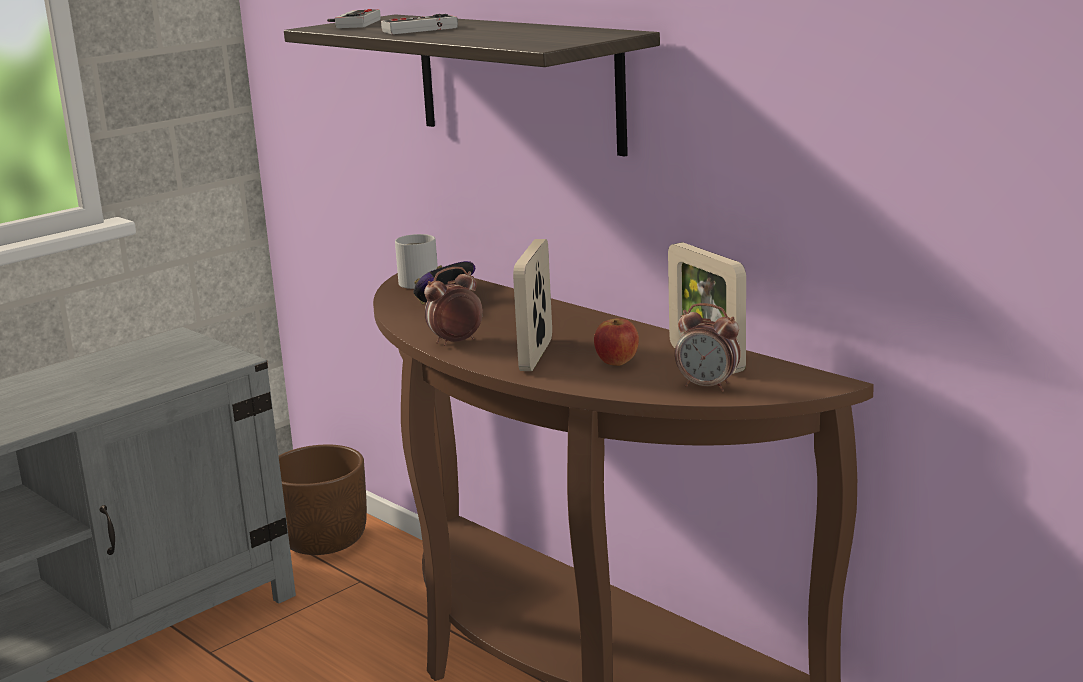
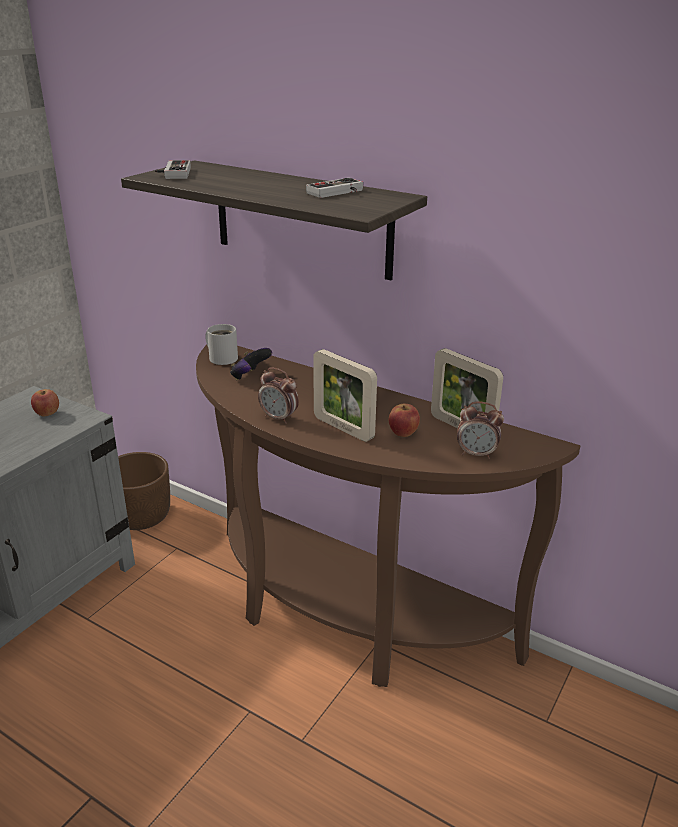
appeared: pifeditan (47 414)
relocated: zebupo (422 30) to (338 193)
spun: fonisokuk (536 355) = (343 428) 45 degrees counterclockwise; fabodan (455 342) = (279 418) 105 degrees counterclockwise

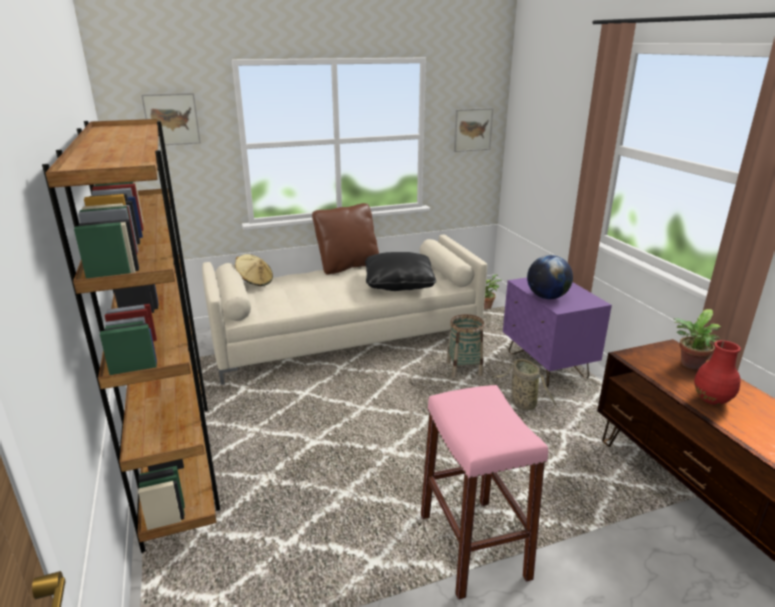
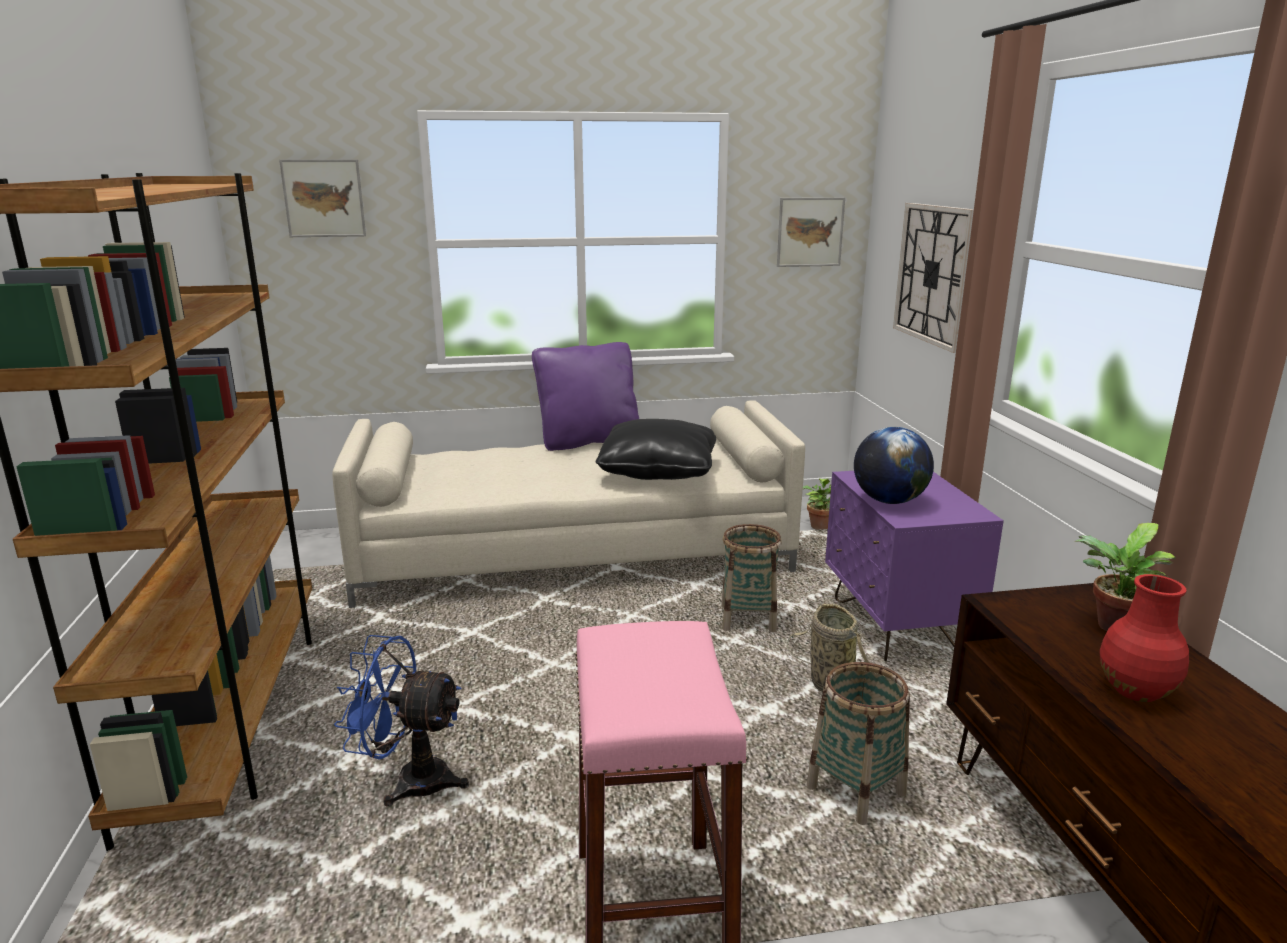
missing: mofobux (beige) (255 281)
appeared: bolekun (933 274); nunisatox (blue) (410 780); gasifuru (855 791)
colour: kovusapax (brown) (347 266) to kovusapax (purple) (588 441)

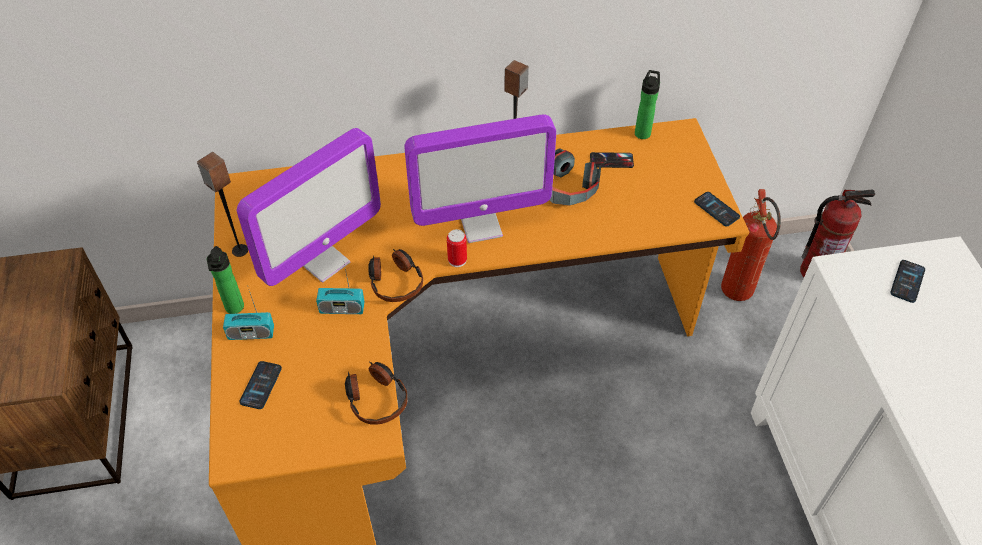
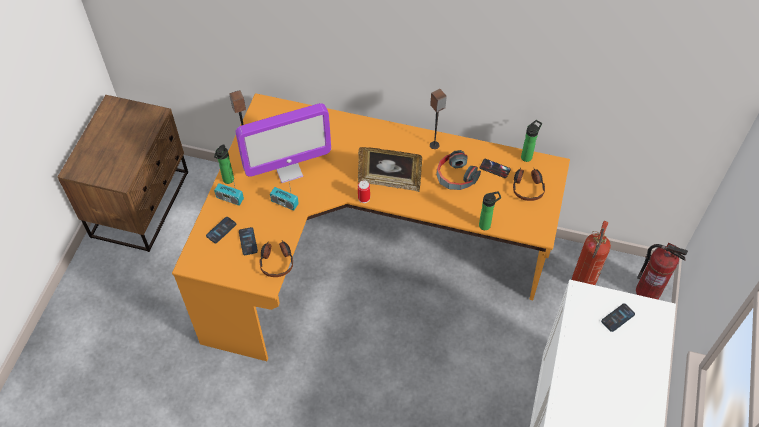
appeared: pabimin (486 225)
relocated: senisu (716 209) to (248 241); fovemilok (395 281) to (527 187)
exchanged: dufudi (481 226) to fonisokuk (389 182)

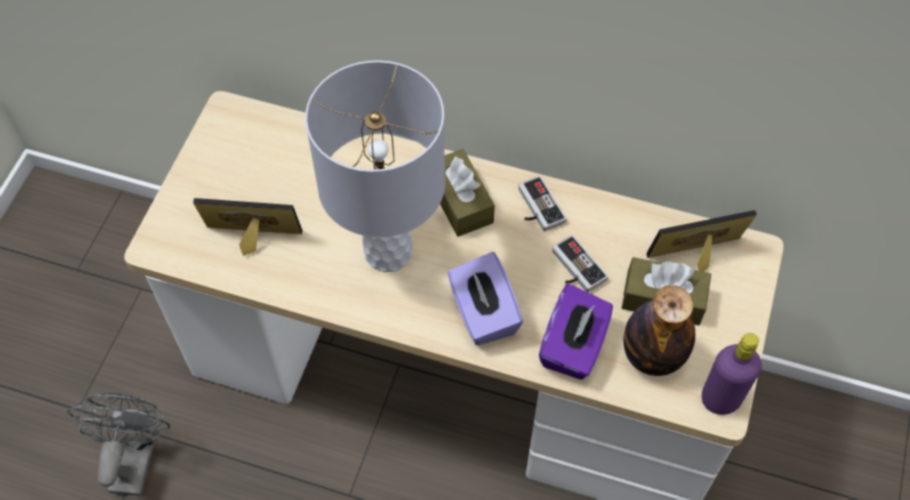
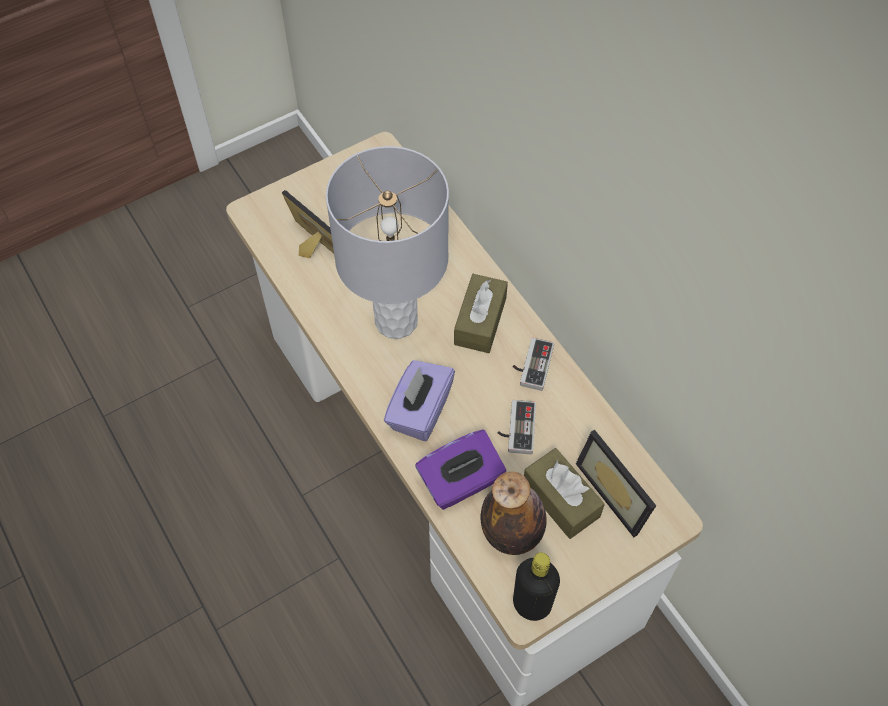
missing: nunisatox (grey) (134 459)
colour: pabimin (purple) (720 399) to pabimin (black) (532 604)
spun: fonisokuk (698 259) = (618 491) 150 degrees counterclockwise

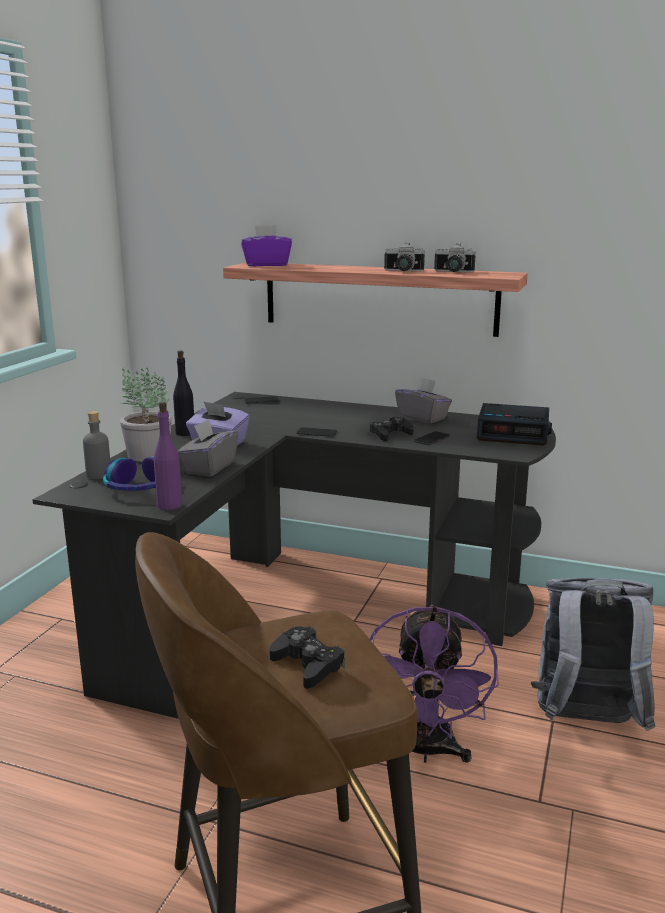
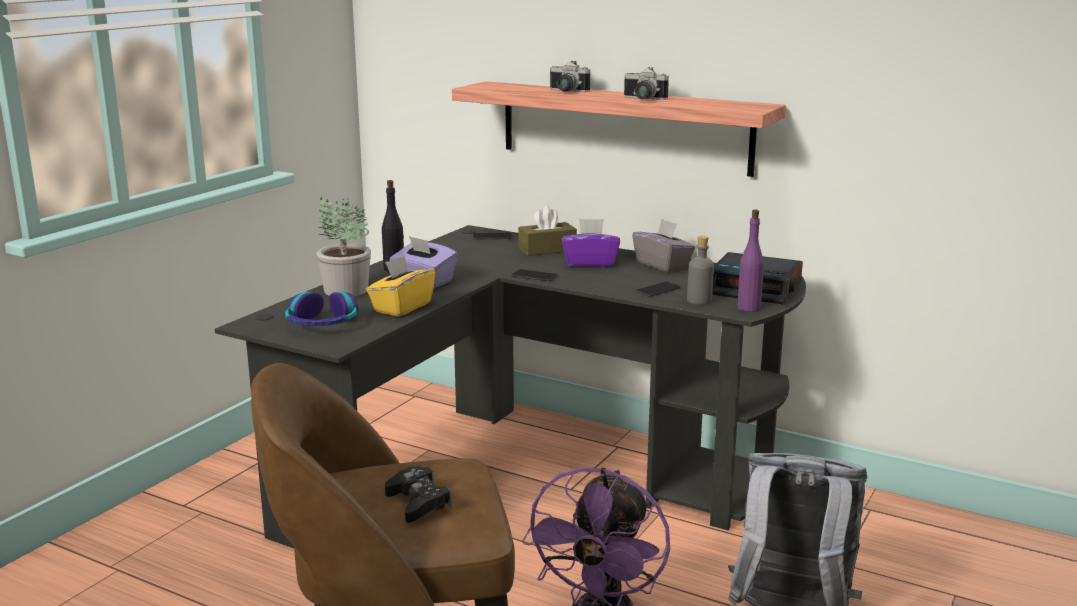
missing: zebupo (black) (390 434)
appeared: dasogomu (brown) (547 249)
relocated: dasogomu (purple) (266 265) to (590 263); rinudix (452 272) to (566 91); pabimin (purple) (170 505) to (749 308); pabimin (grey) (98 474) to (699 300)
colour: dasogomu (grey) (209 468) to dasogomu (yellow) (402 307)

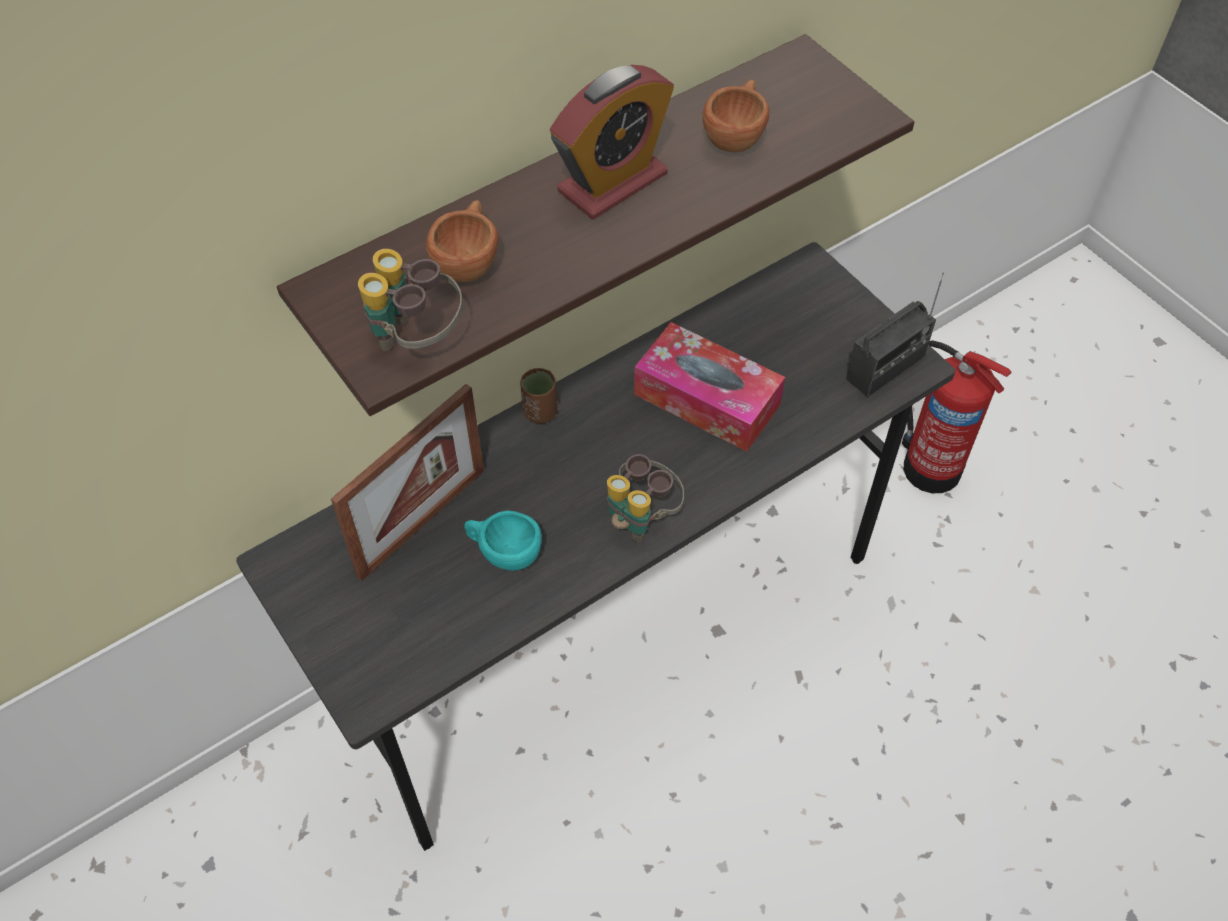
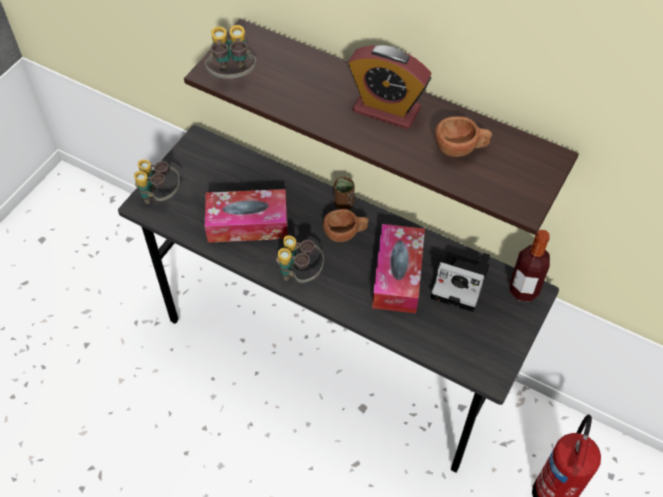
missing: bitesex (885 368); fonisokuk (422 522)
appeared: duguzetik (160 196); pabimin (523 290); rinudix (462 283)
relocated: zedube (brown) (468 261) to (345 234)
exchanged: zedube (turquoise) (503 552) to dasogomu (247 223)

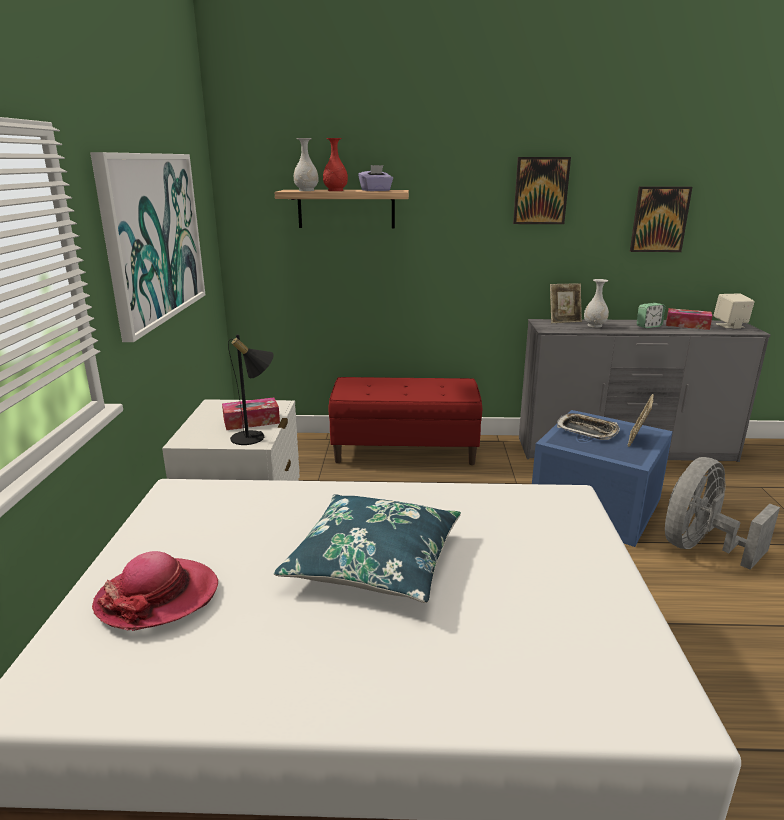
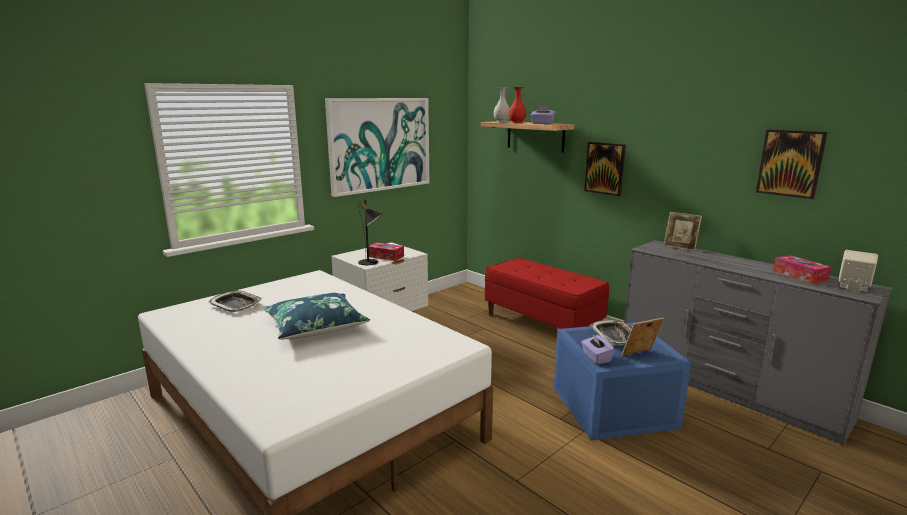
missing: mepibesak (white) (595 325); fabodan (649 326); nunisatox (grey) (701 547)
appeared: dasogomu (purple) (596 358)
relocated: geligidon (541 191) to (605 168)
exchanged: mofobux (158 597) to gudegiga (236 305)

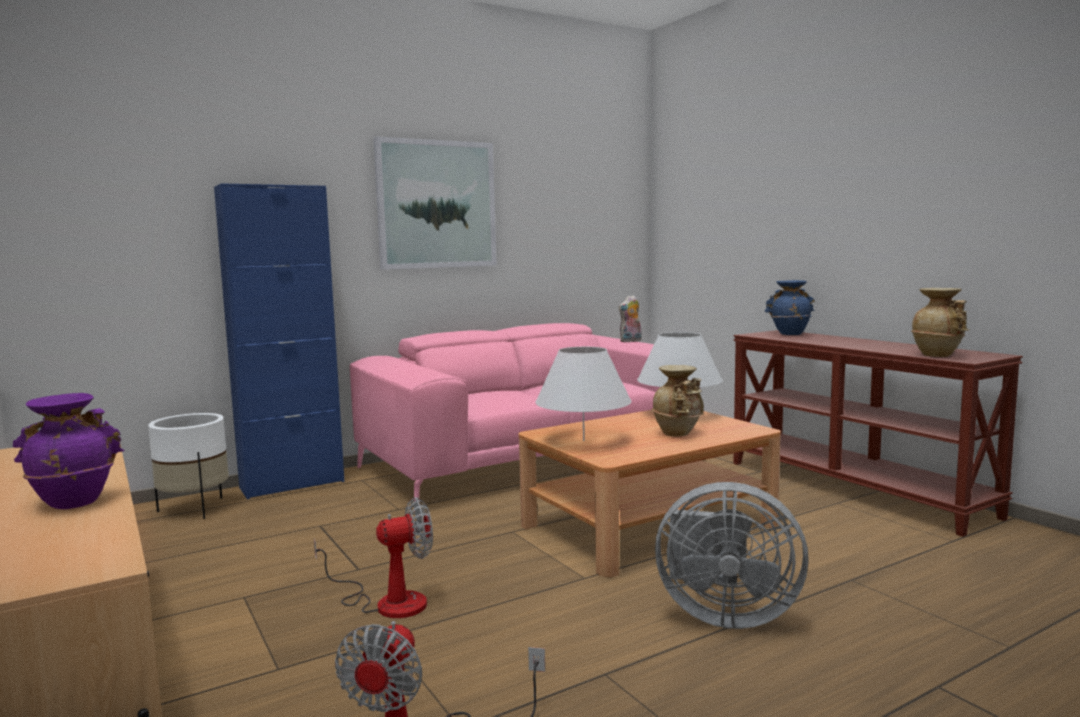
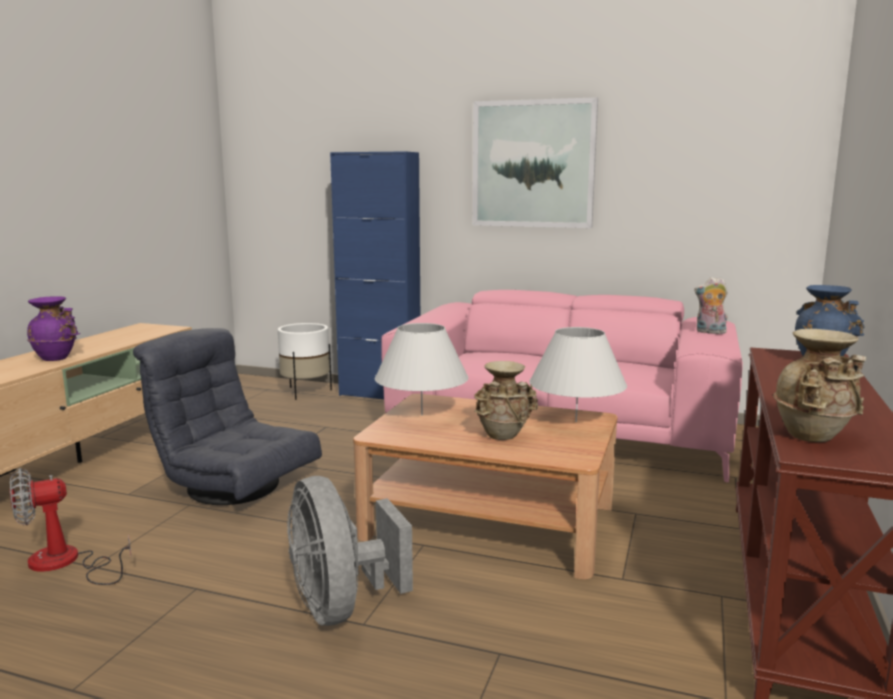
exchanged: nunisatox (387 602) to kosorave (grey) (236 487)

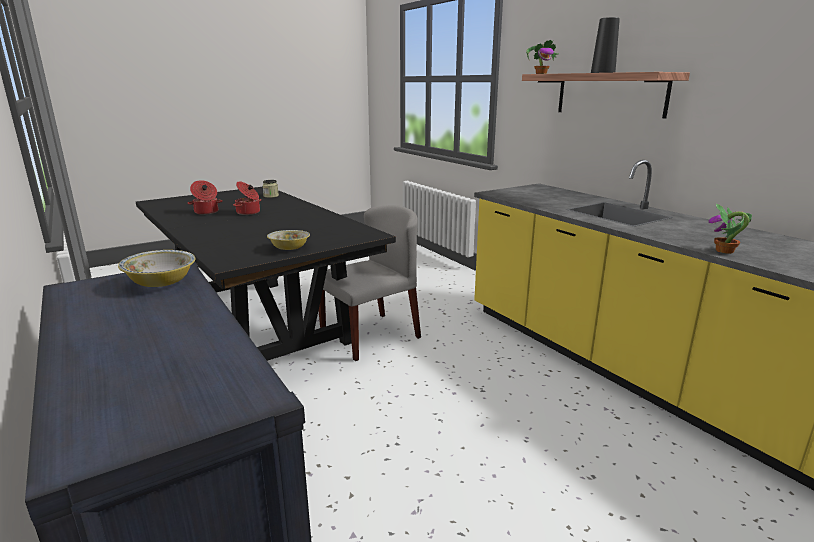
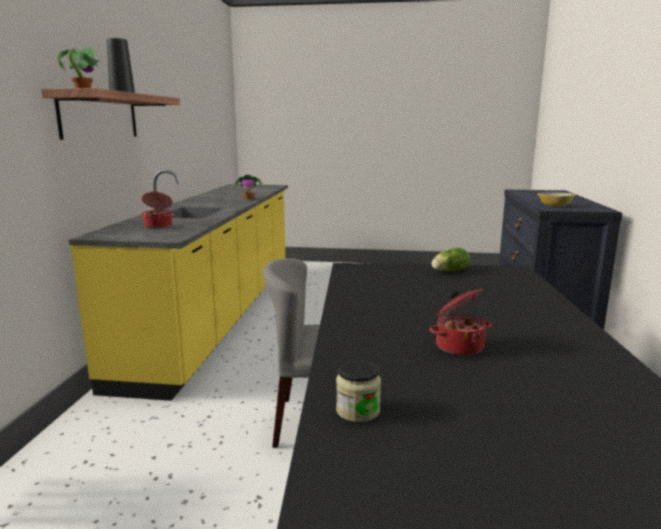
relocated: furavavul (206 212) to (159 226)
exchanged: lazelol (289 248) to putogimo (448 271)

